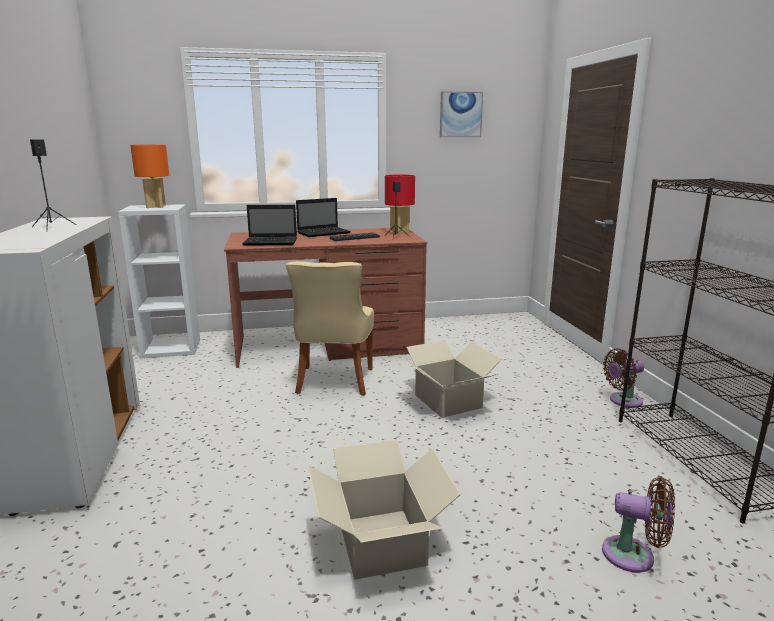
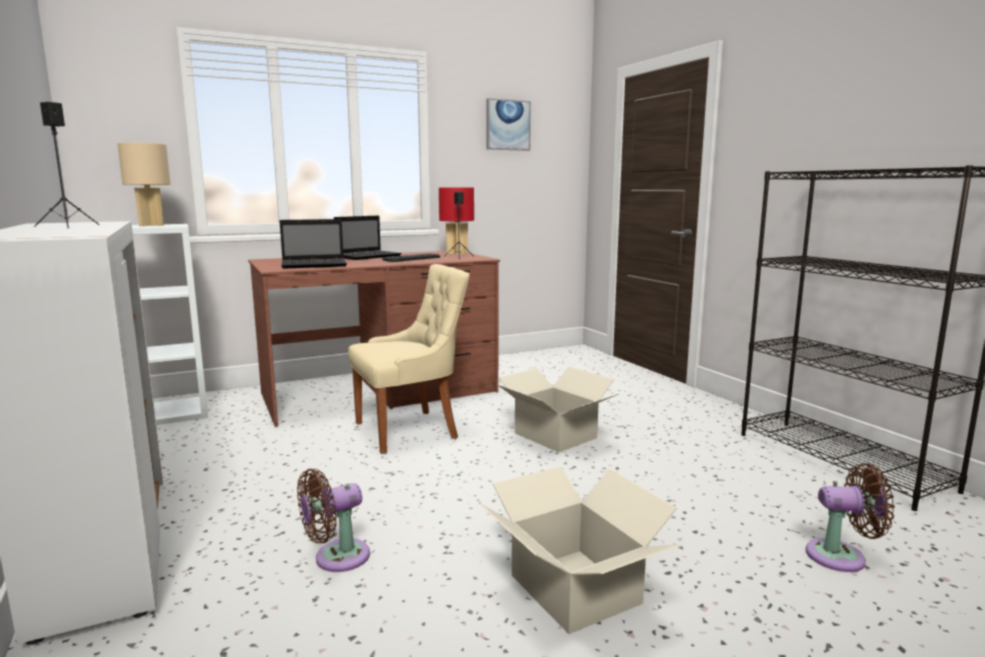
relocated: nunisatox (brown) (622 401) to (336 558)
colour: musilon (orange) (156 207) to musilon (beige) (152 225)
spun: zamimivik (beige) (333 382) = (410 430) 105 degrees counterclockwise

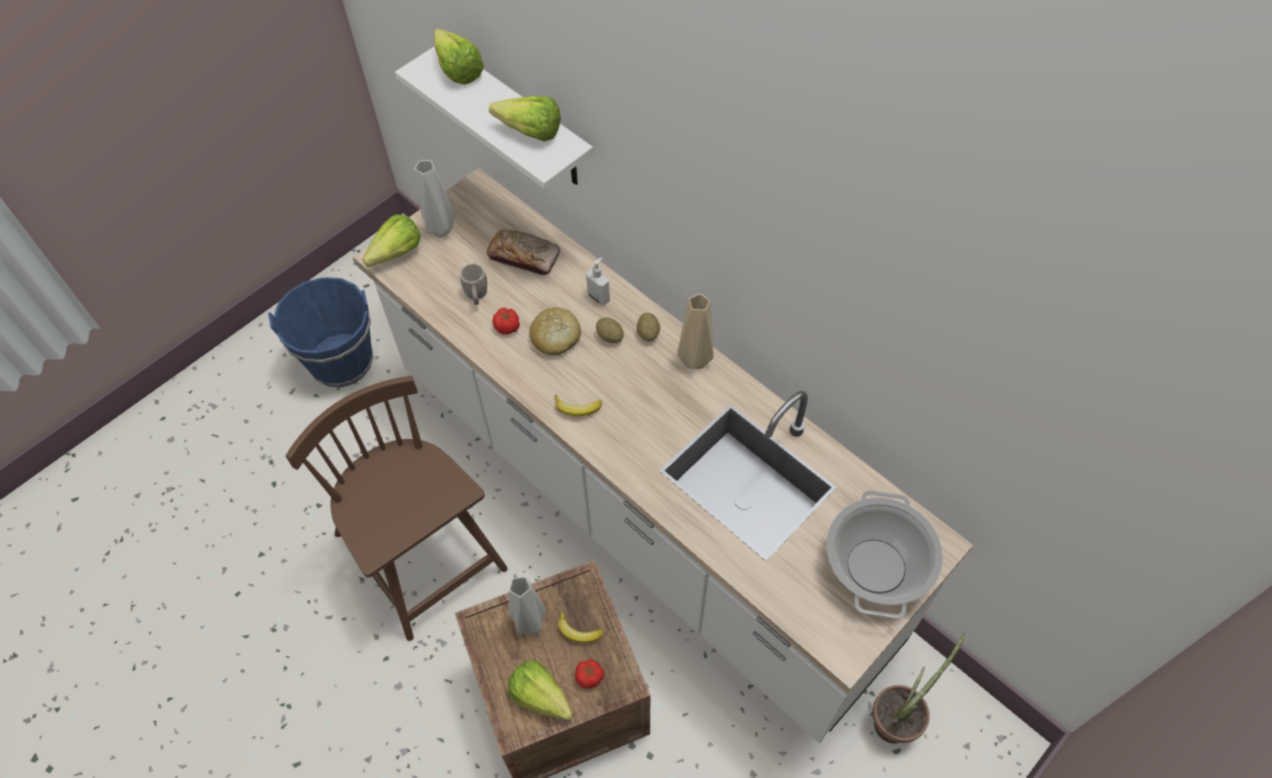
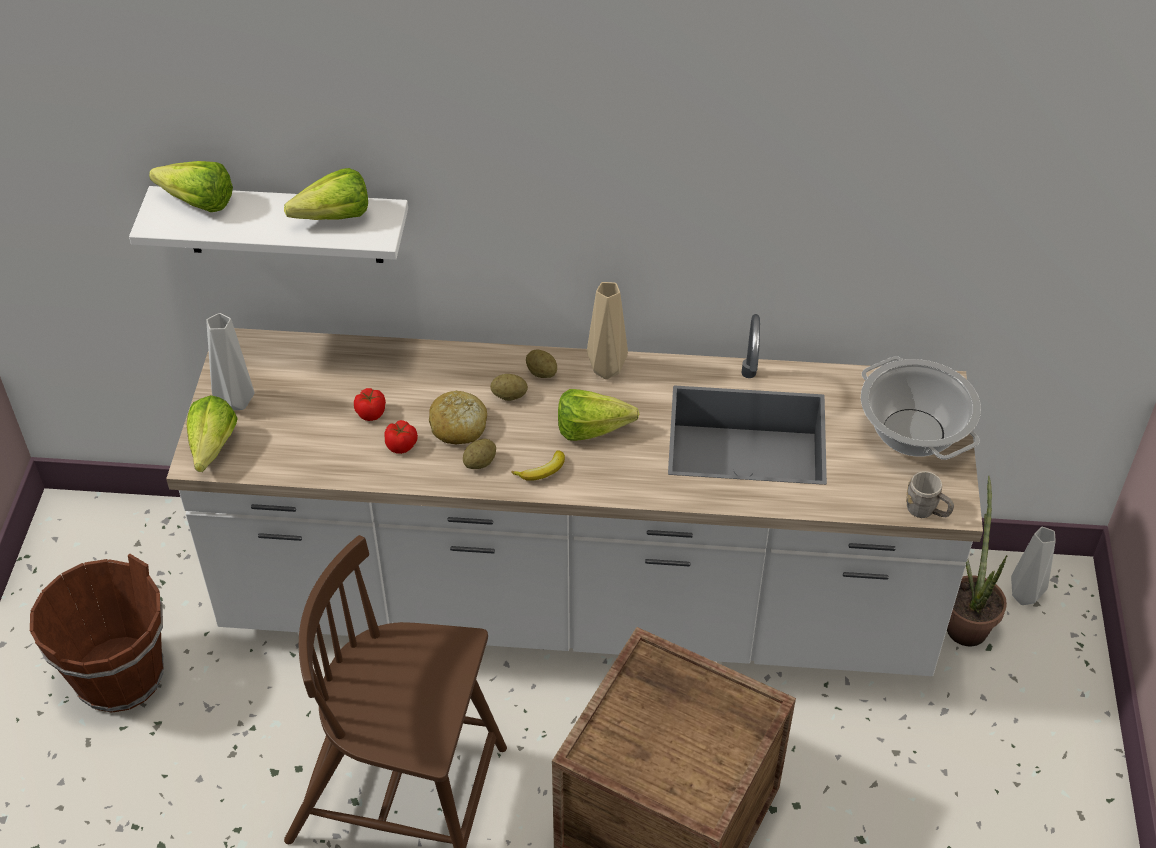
missing: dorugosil (524 257); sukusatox (599 297); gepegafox (578 631)
appeared: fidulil (480 463)
relocated: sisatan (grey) (476 296) to (926 511); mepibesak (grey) (528 624) to (1025 597); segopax (590 677) to (371 412); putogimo (544 702) to (598 431)
colour: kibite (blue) (341 361) to kibite (brown) (119 675)

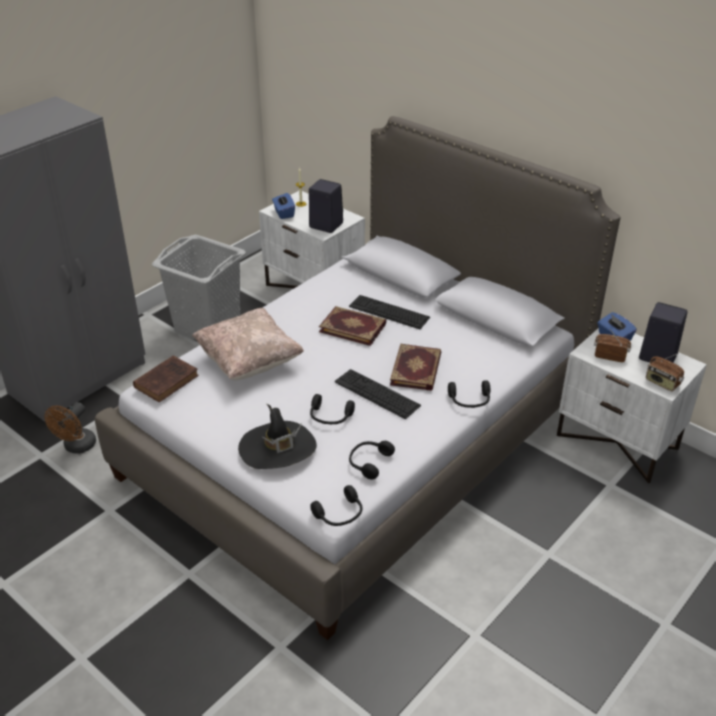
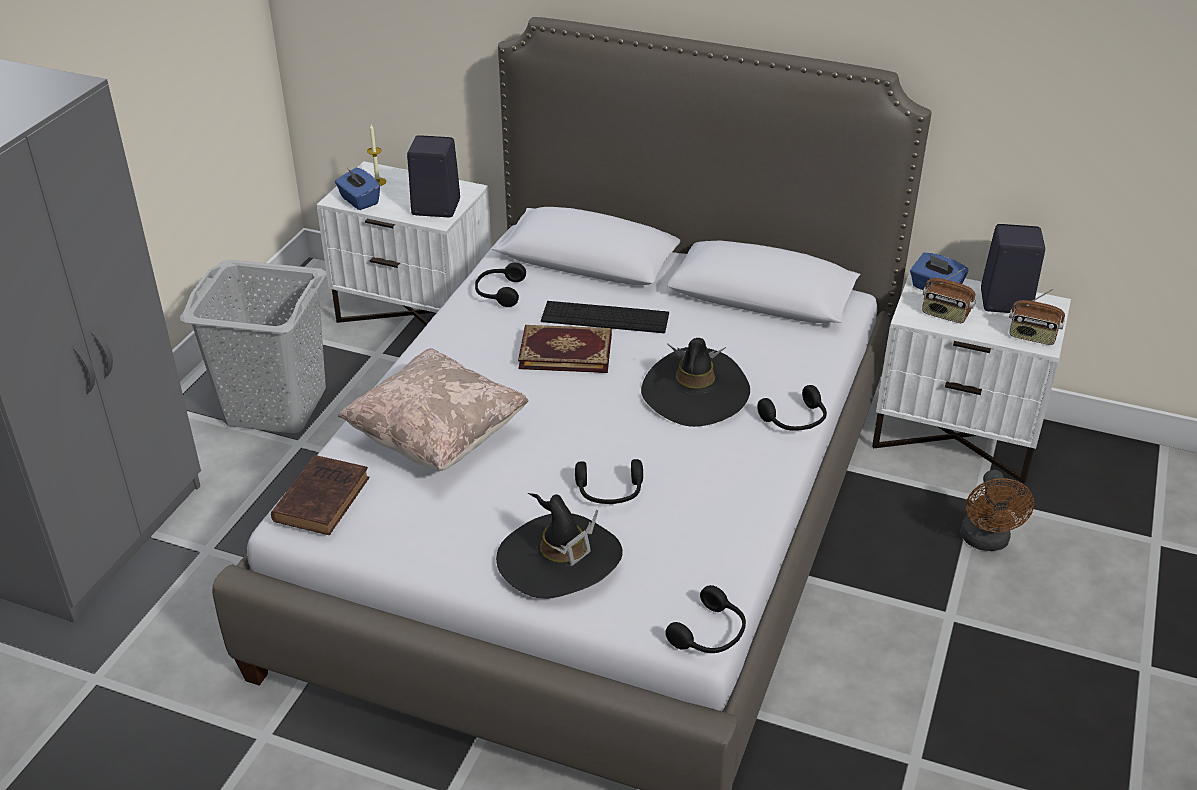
missing: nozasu (377 393)
relocated: nunisatox (brown) (77 447) to (986 541); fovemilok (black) (368 462) to (499 292)
exchanged: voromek (417 369) to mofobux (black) (695 392)
spun: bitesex (610 356) = (945 314) 150 degrees counterclockwise

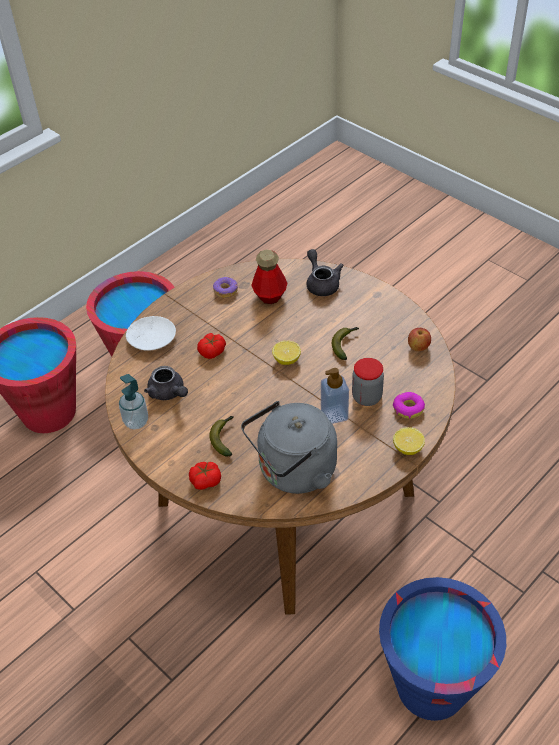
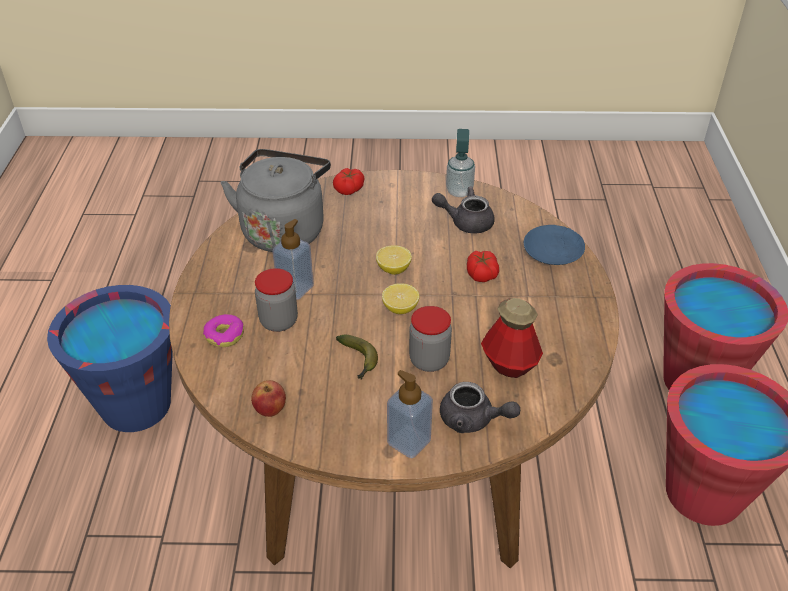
missing: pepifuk (225 291); gepegafox (224 438)
appeared: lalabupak (429 360); sukusatox (409 442)
relocated: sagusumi (408 448) to (393 269)
colour: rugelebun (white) (151 338) to rugelebun (blue) (553 251)

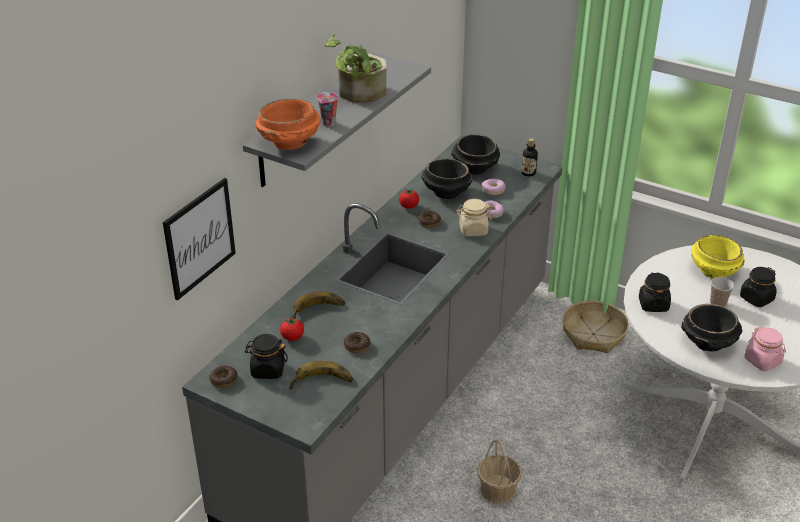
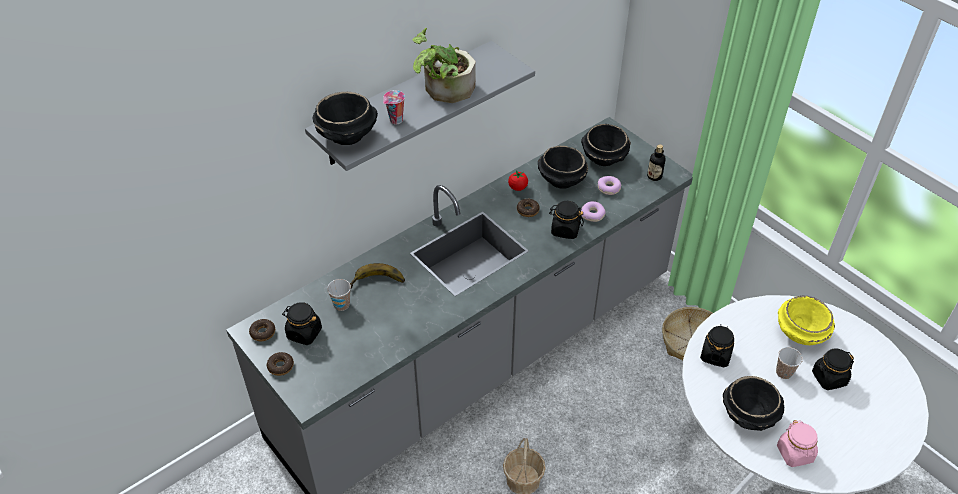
missing: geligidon (199 238); gepegafox (322 383)
relocated: pepifuk (357 346) to (280 366)
exchanged: segopax (292 337) to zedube (341 305)
colour: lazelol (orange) (289 143) to lazelol (black) (347 136); lalabupak (beige) (473 230) to lalabupak (black) (565 230)

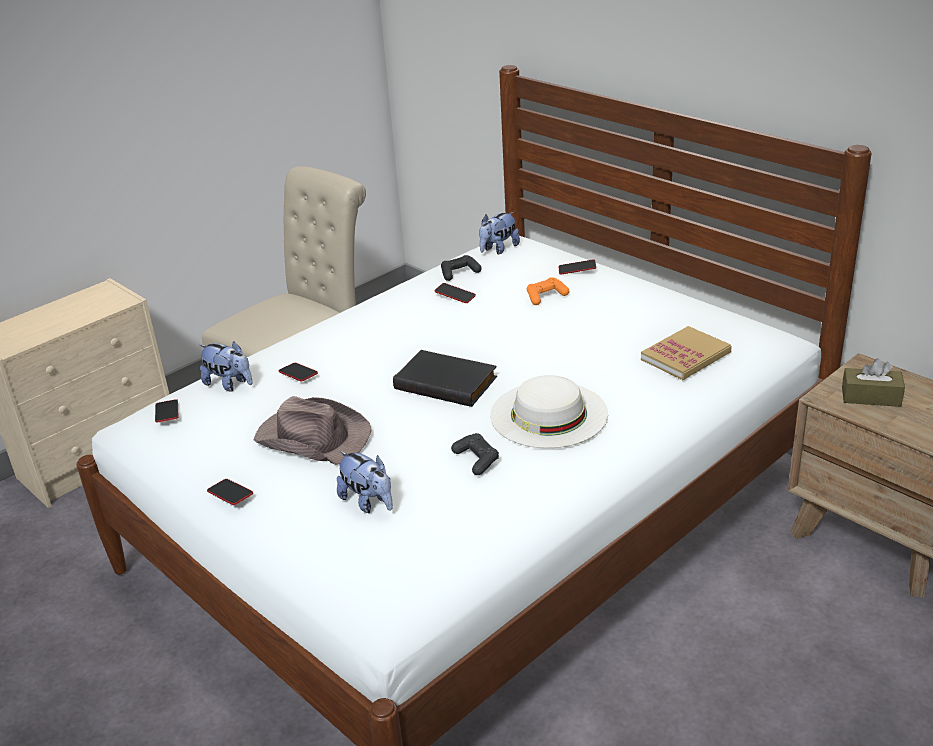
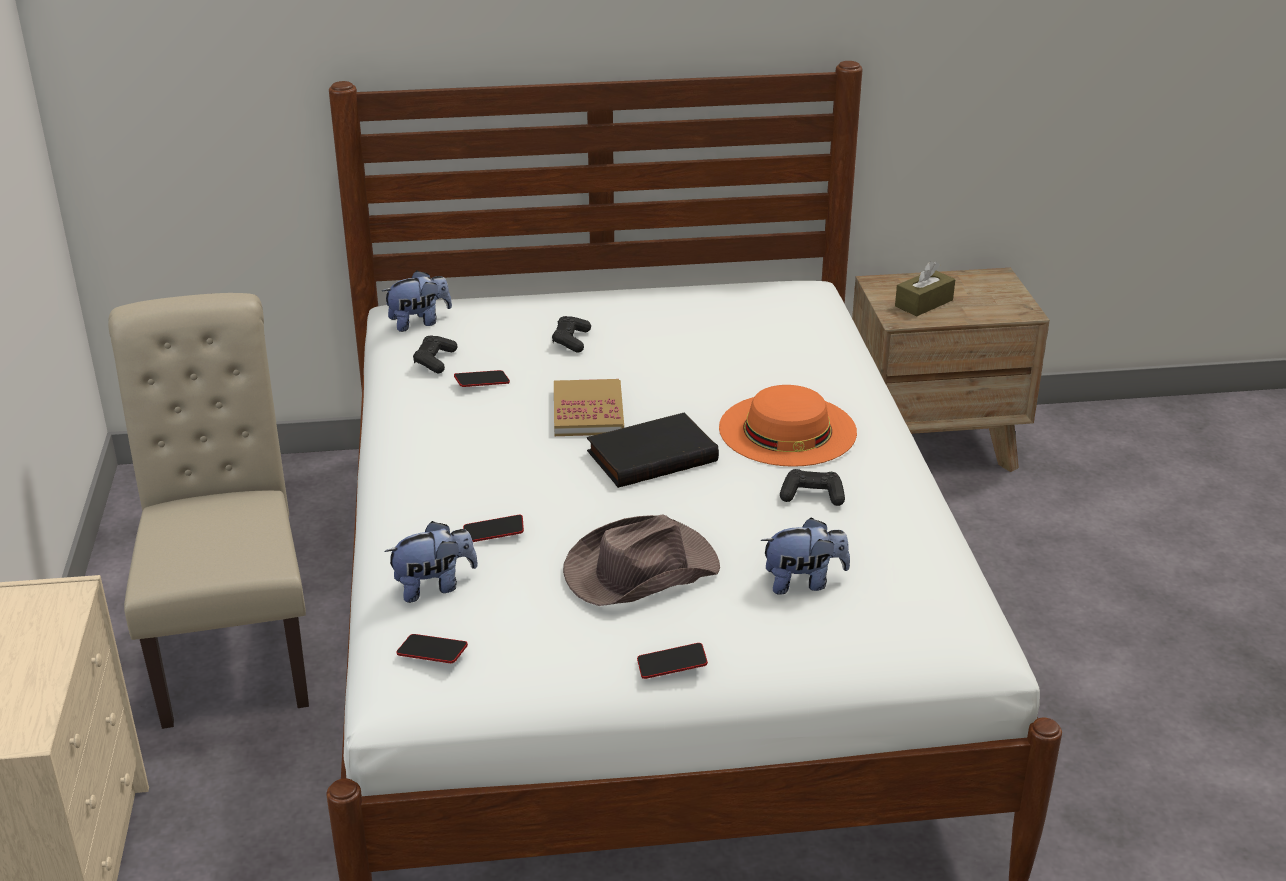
missing: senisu (577 270)
relocated: voromek (685 356) to (588 412)
colour: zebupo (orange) (546 296) to zebupo (black) (571 341); mofobux (white) (548 414) to mofobux (orange) (787 430)
spun: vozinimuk (498 249) = (419 322) 105 degrees counterclockwise

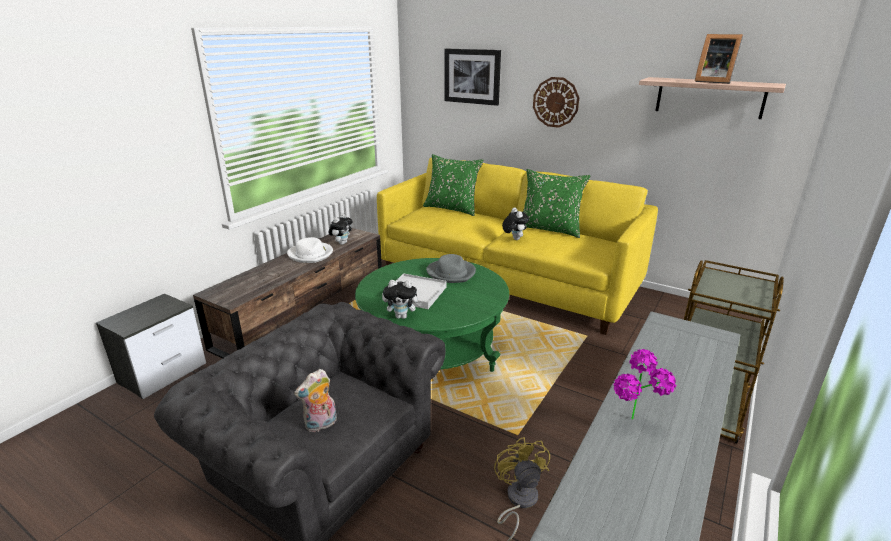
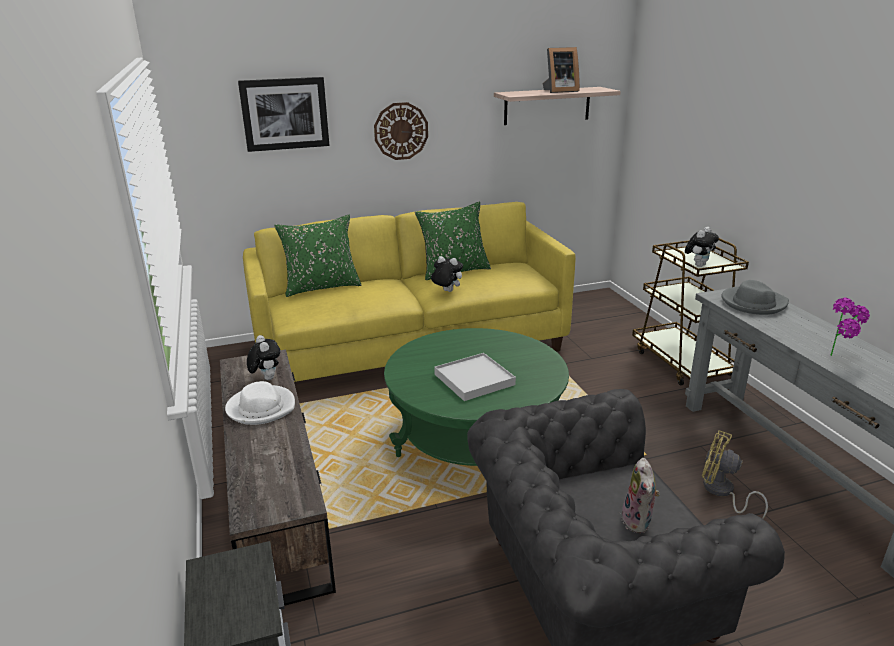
relocated: mofobux (grey) (451 273) to (753 303); vozinimuk (402 316) to (698 265)

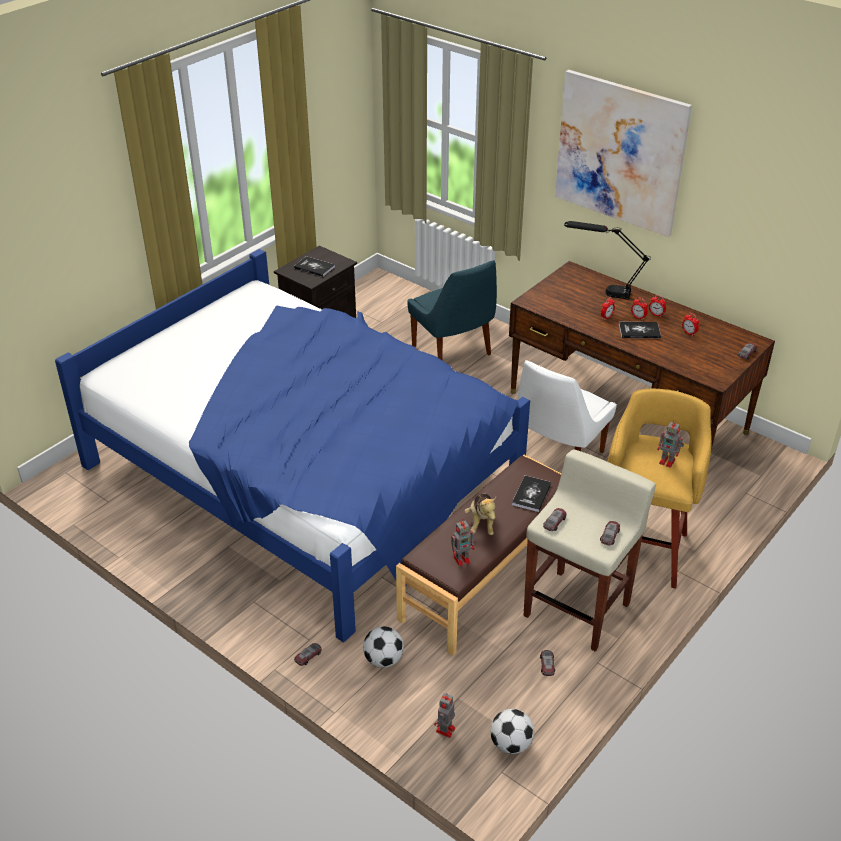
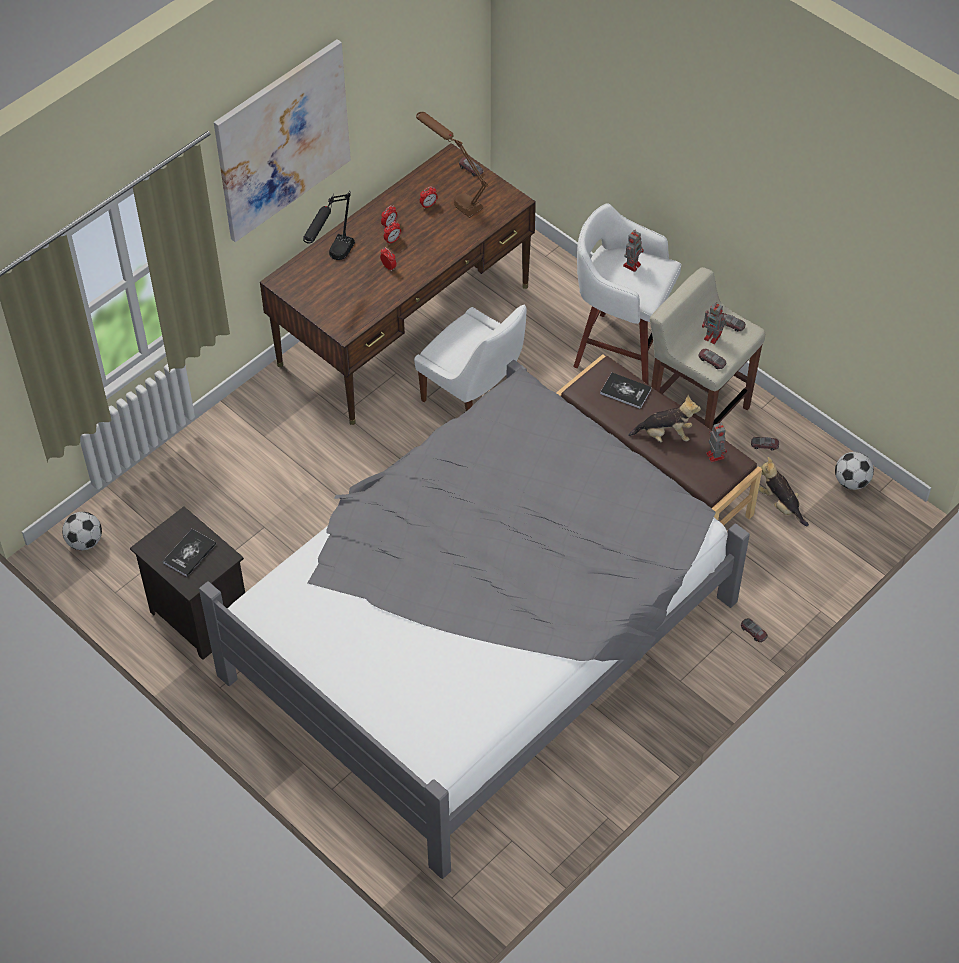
missing: zamimivik (blue) (453 352); voromek (639 331)
appeared: musilon (brown) (453 196); vozinimuk (780 504)
relocated: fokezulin (383 660) to (85 541); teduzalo (445 730) to (713 337)
colour: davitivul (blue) (304 474) to davitivul (grey) (480 635); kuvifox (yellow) (643 549) to kuvifox (white) (620 350)

